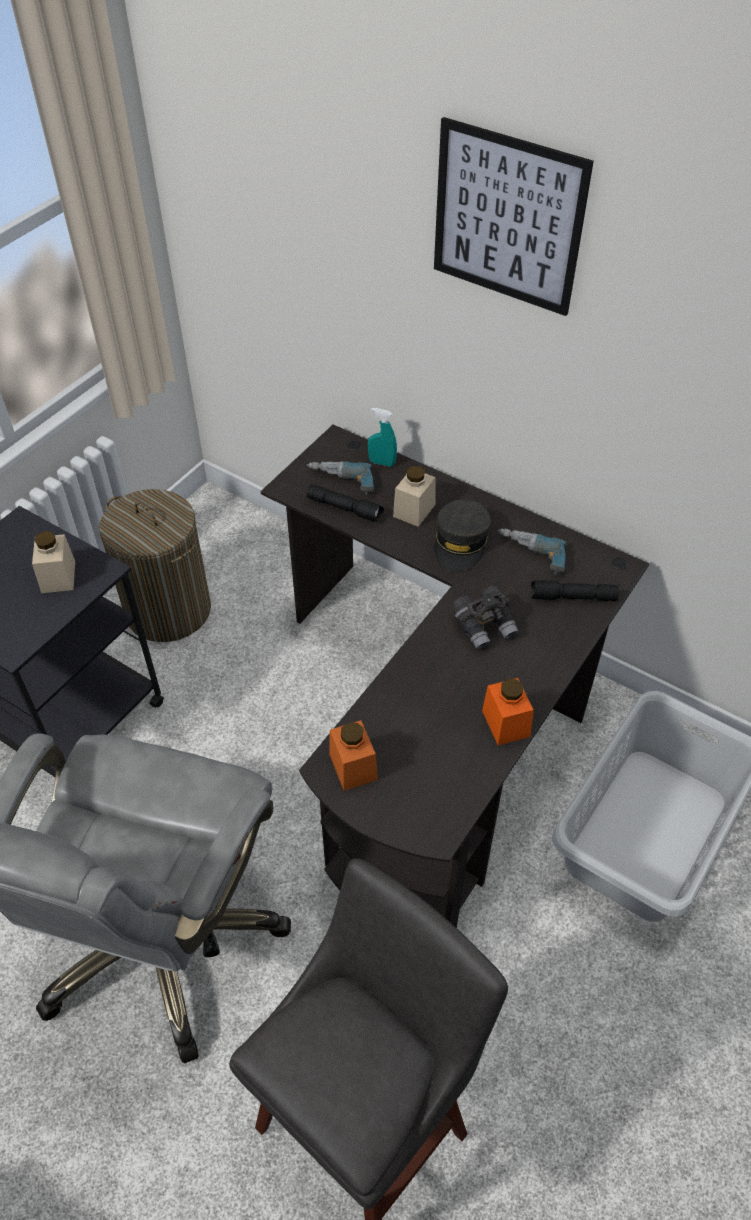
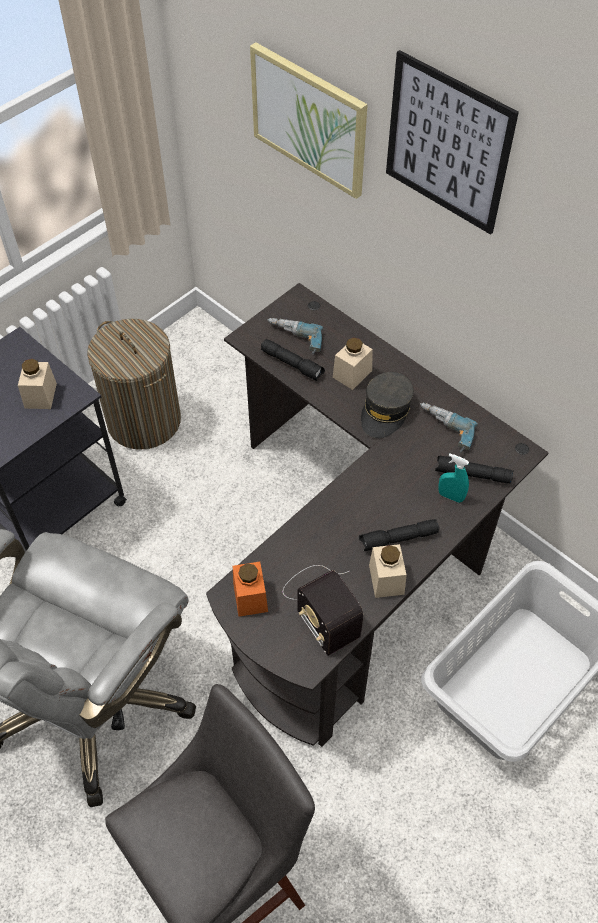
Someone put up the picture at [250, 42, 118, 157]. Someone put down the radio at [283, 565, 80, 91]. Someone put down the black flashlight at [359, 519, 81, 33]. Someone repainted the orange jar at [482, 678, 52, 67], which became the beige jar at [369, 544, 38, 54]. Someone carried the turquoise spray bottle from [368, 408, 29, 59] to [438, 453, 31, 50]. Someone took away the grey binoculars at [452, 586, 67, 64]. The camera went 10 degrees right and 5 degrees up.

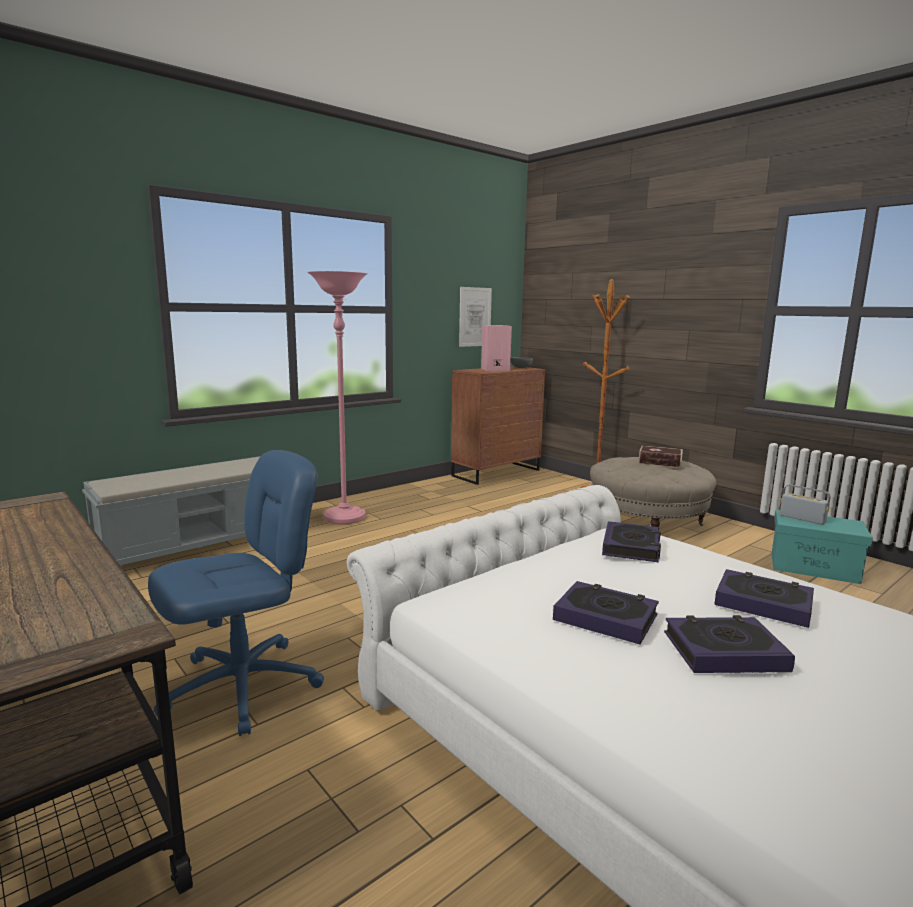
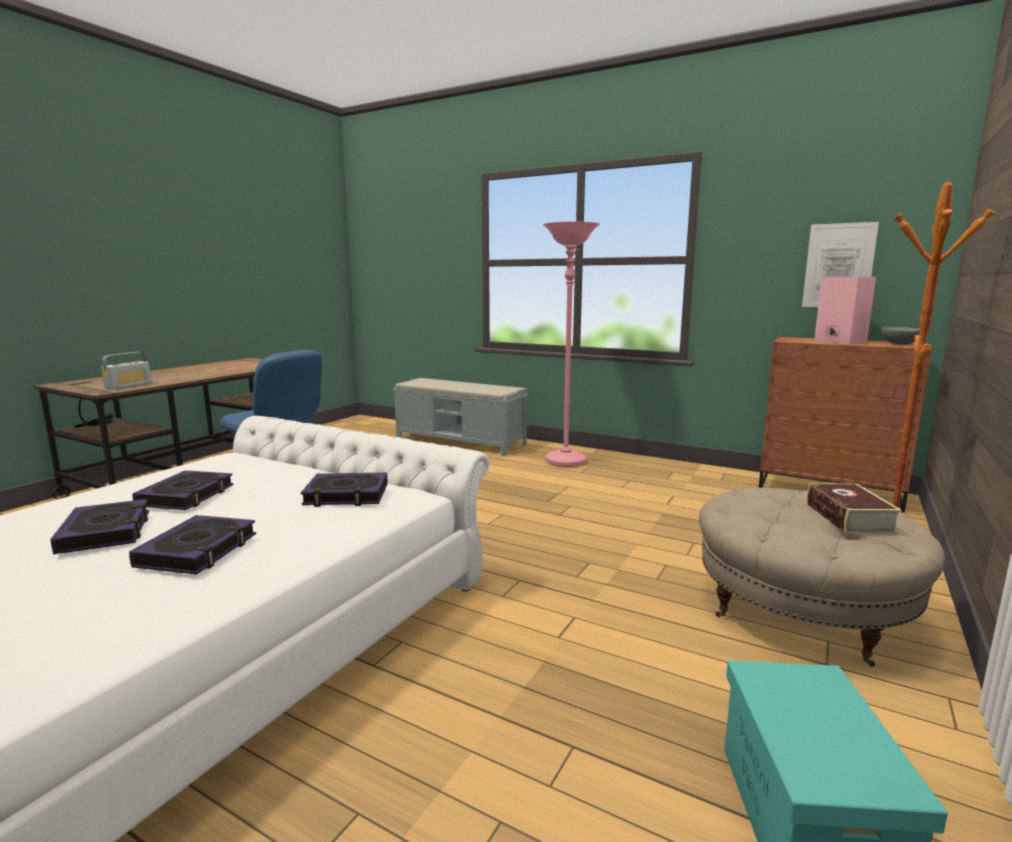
Someone carried the radio from [780, 484, 50, 41] to [101, 352, 50, 38]. The camera went 70 degrees right and 0 degrees up.

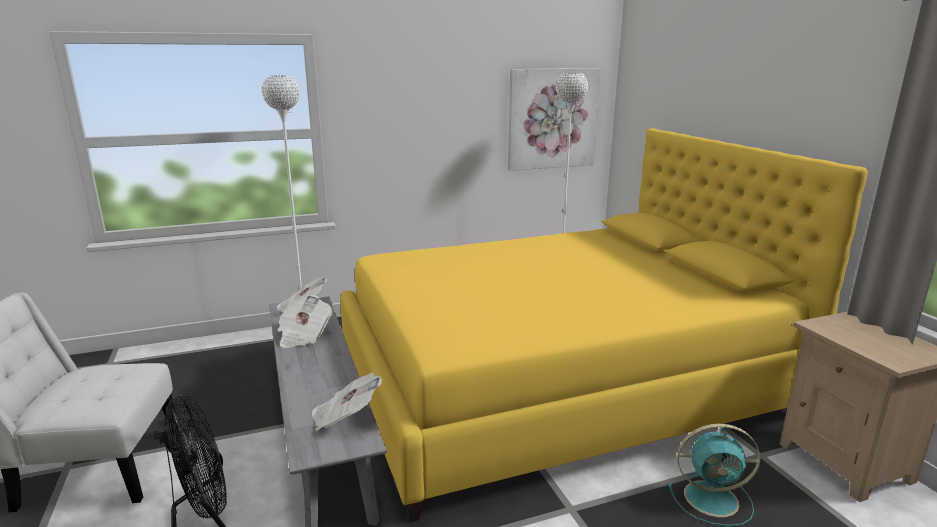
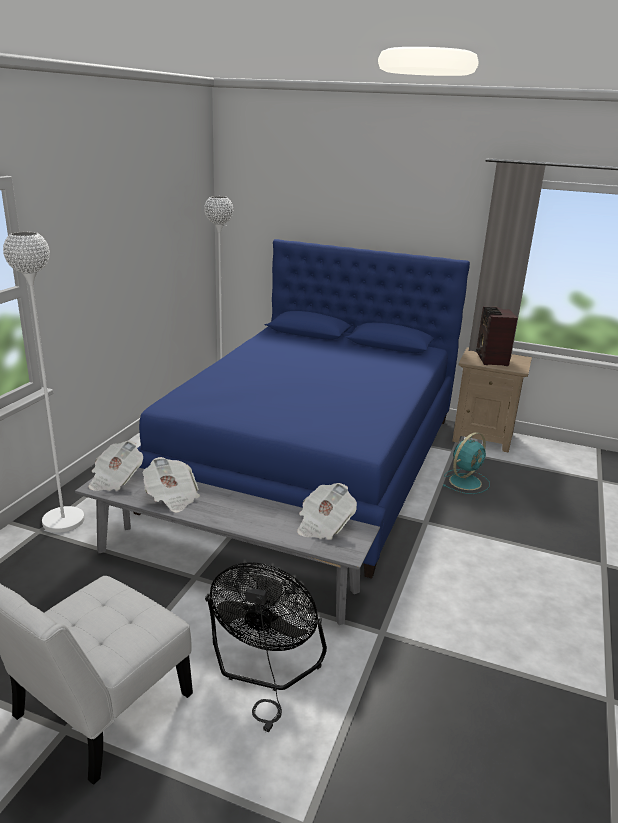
Someone repainted the yellow bed at [340, 128, 528, 394], which became the blue bed at [133, 239, 337, 339]. Someone put down the radio at [476, 306, 41, 60]. Someone took away the picture at [508, 68, 93, 103]. The camera went 50 degrees left and 5 degrees up.

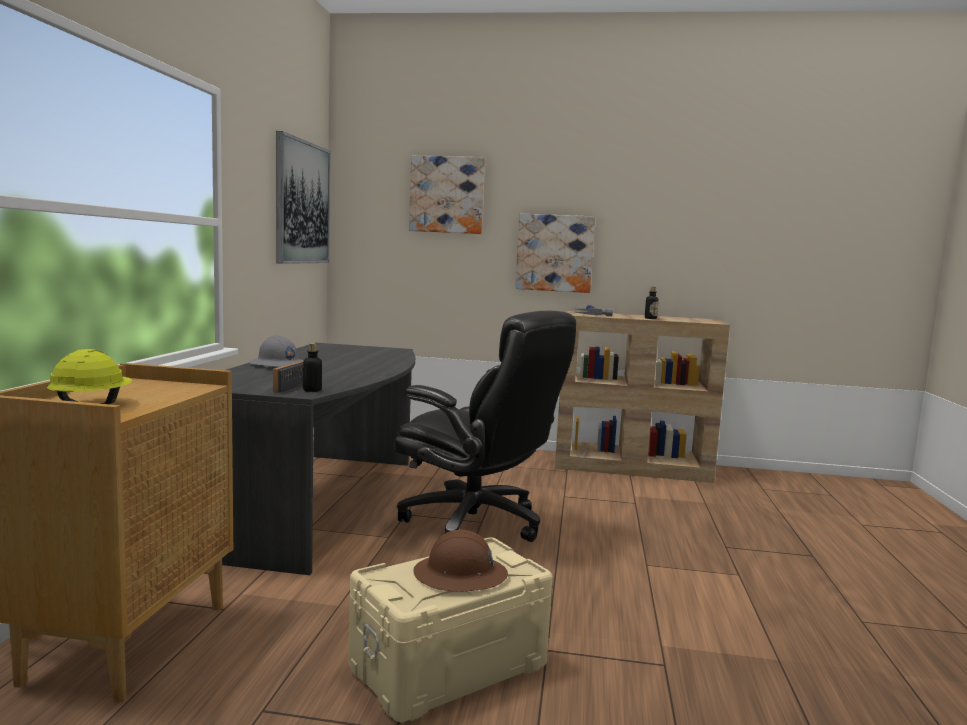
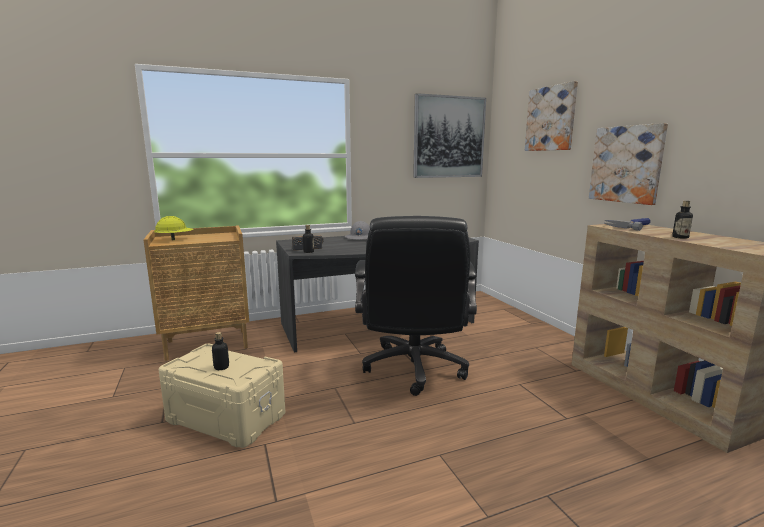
Someone swapped the brown hard hat at [414, 530, 94, 62] for the bottle at [212, 332, 17, 38]. The camera went 60 degrees right and 5 degrees up.

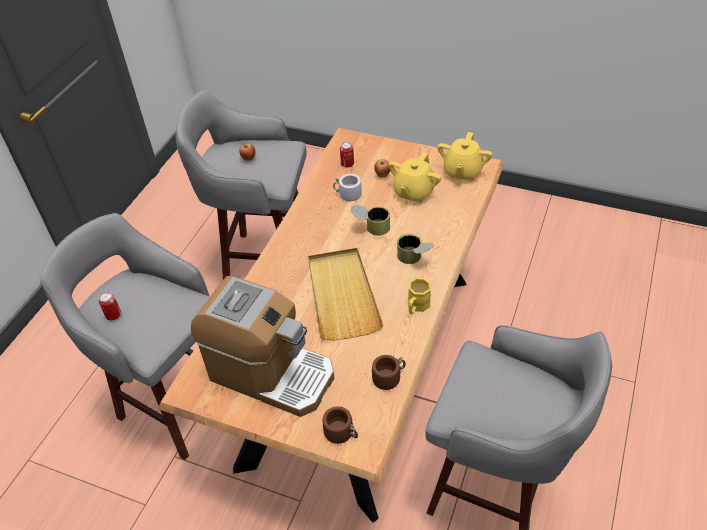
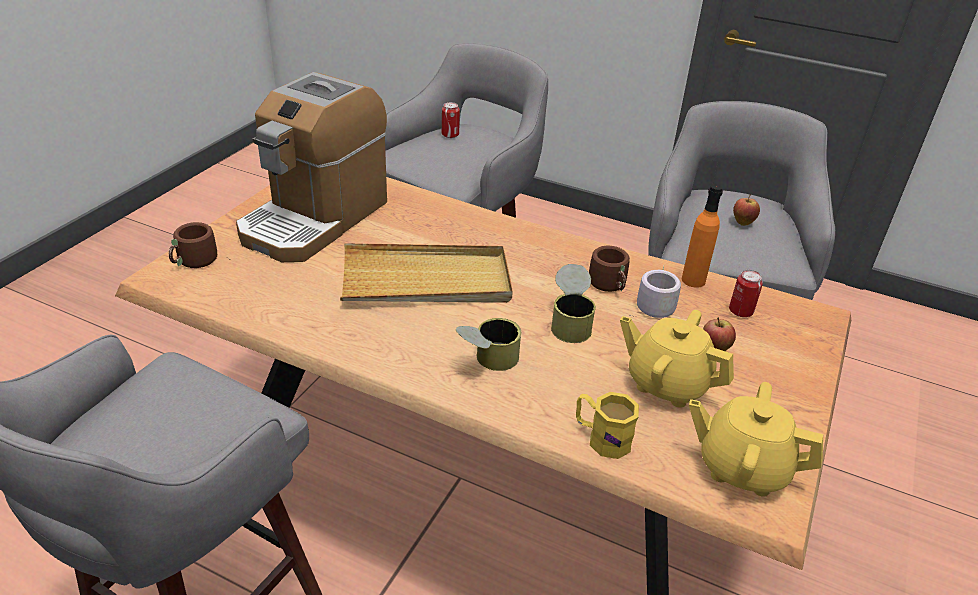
Someone carried the yellow mug from [408, 278, 23, 36] to [576, 392, 63, 67]. Someone carried the brown mug from [366, 355, 40, 35] to [589, 246, 41, 46]. Someone put down the orange bottle at [682, 184, 41, 104]. The camera went 90 degrees right and 10 degrees down.

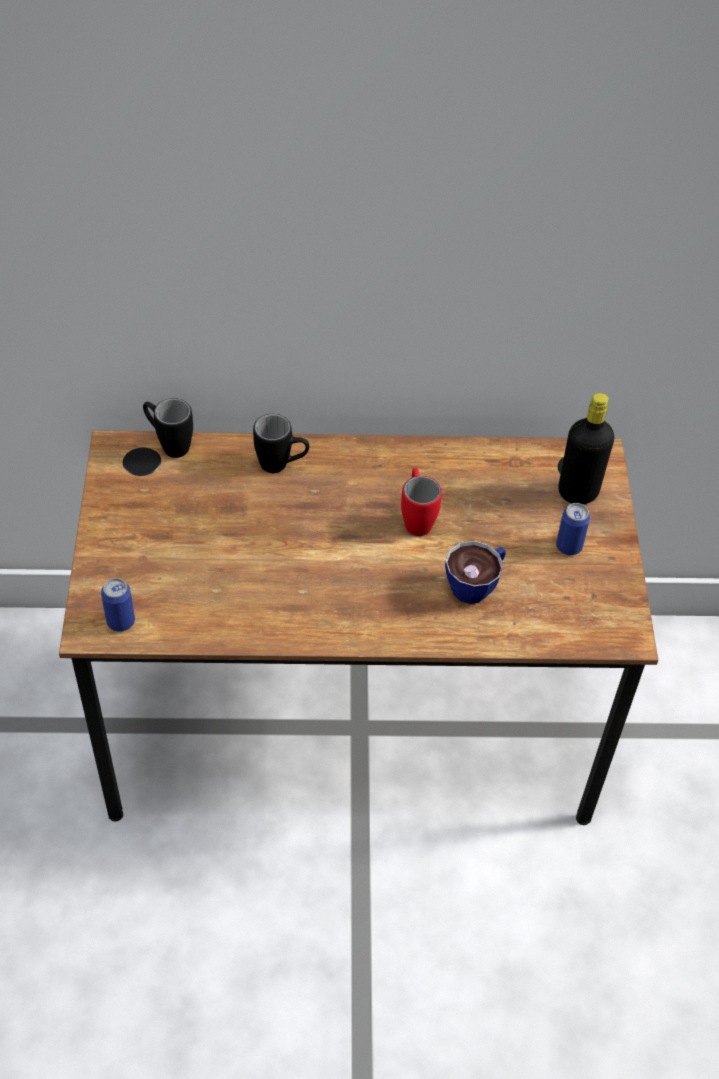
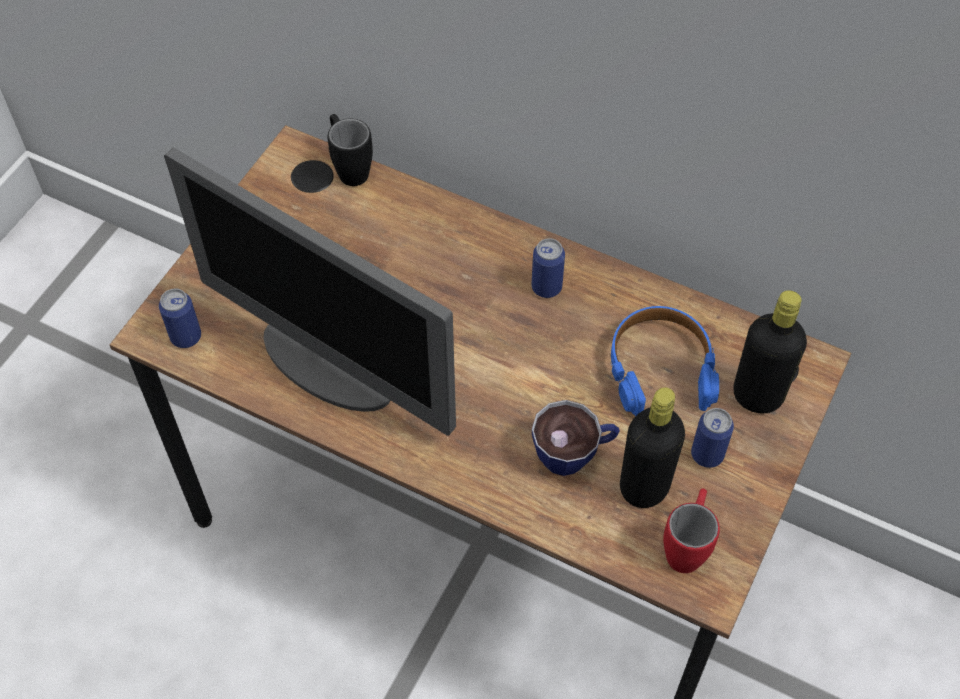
Someone put down the monitor at [164, 147, 292, 289]. Someone put down the can at [531, 238, 34, 60]. Someone put down the blue headphones at [611, 306, 108, 110]. Someone put down the black bottle at [620, 388, 65, 120]. Someone carried the red mug from [401, 468, 41, 68] to [663, 488, 57, 85]. Someone took away the black mug at [253, 414, 57, 59]. The camera went 30 degrees right and 5 degrees up.

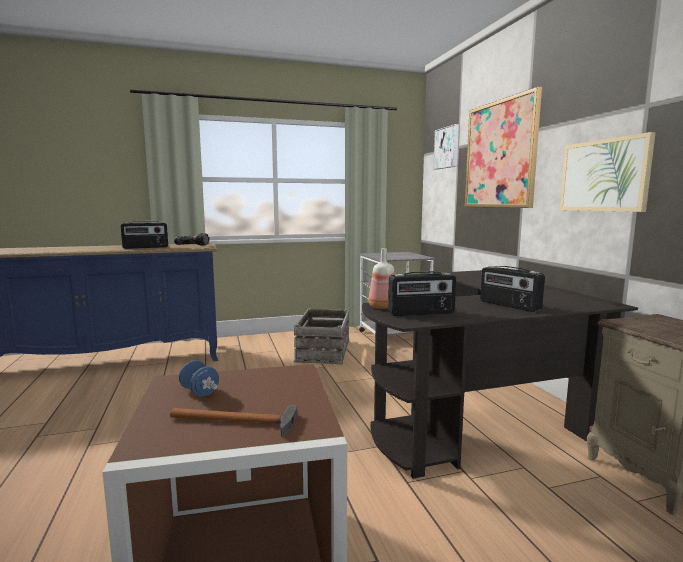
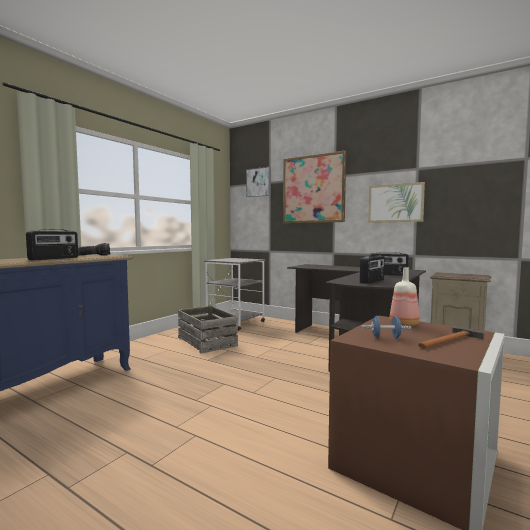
Someone carried the bottle from [369, 248, 26, 61] to [390, 267, 30, 59]. The camera went 40 degrees left and 5 degrees down.

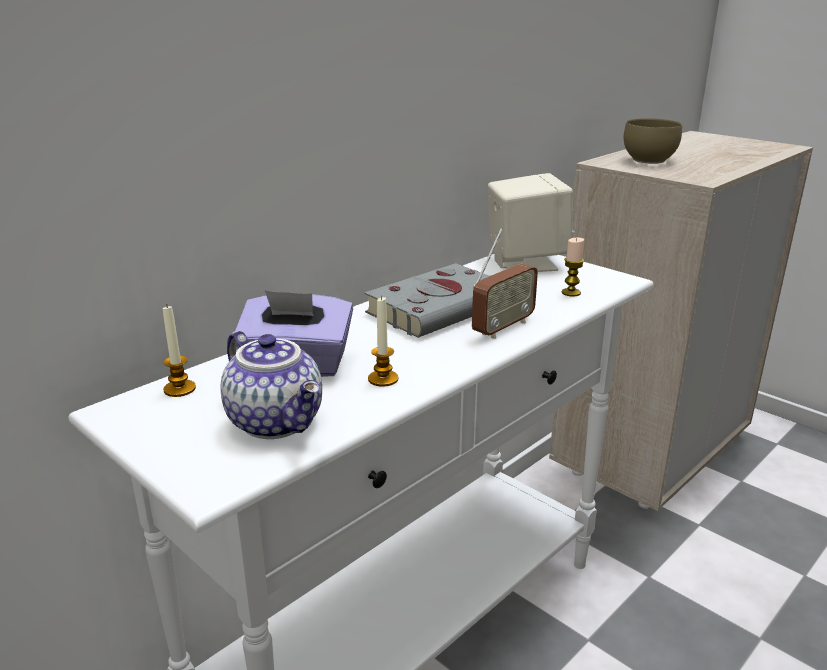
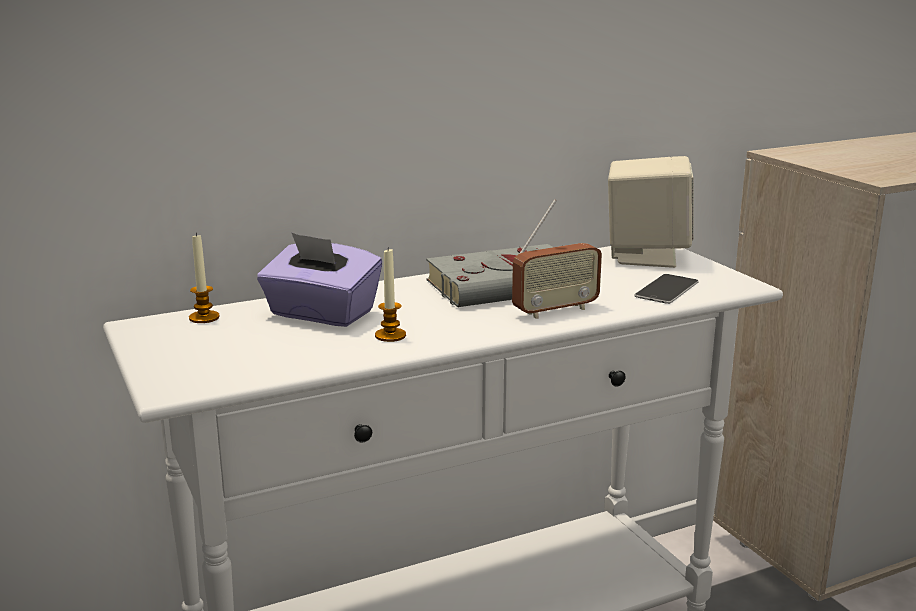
Someone swapped the candle at [562, 238, 22, 59] for the phone at [634, 274, 65, 30]. Someone took away the teapot at [220, 331, 102, 108]. Someone took away the brown bowl at [624, 118, 58, 46]. The camera went 20 degrees right and 5 degrees down.

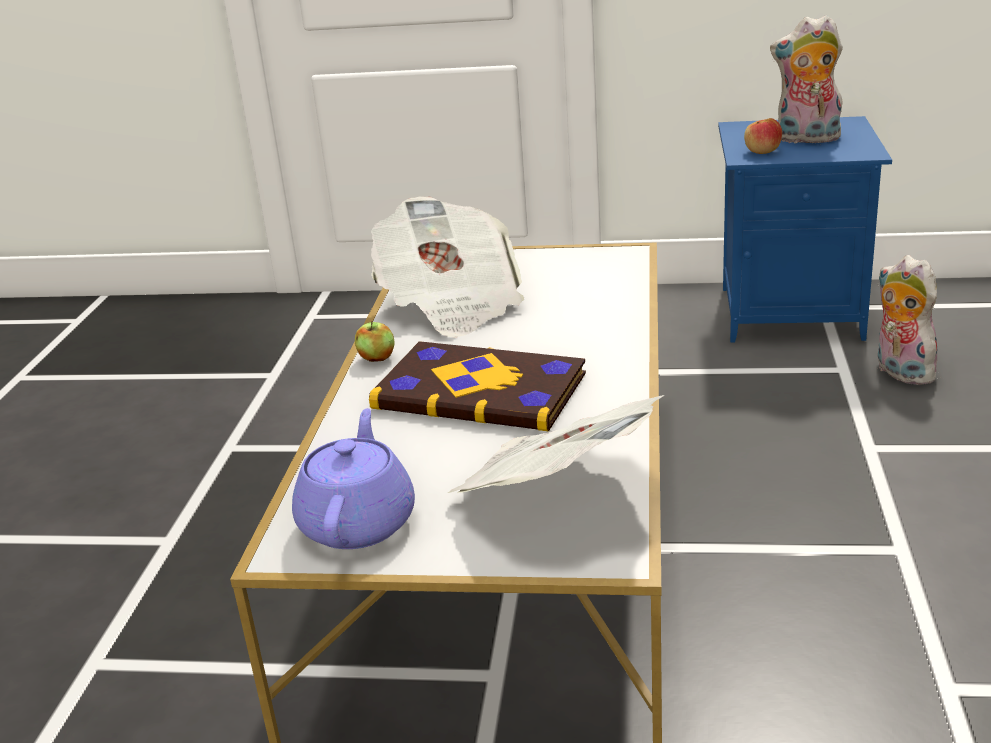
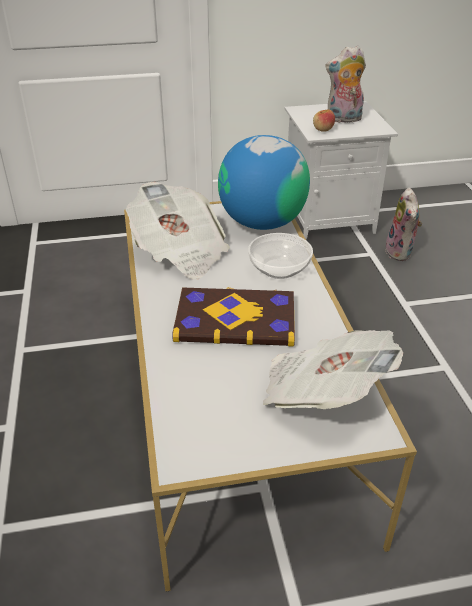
Someone put down the globe at [218, 135, 92, 95]. Someone put down the bowl at [248, 233, 65, 46]. Someone repainted the blue nightstand at [718, 116, 174, 227], which became the grey nightstand at [284, 101, 114, 139]. Someone rotated the plush toy at [877, 255, 61, 130] by 135 degrees counterclockwise. Someone took away the purple teapot at [292, 408, 123, 141]. Someone took away the apple at [355, 321, 40, 41]. The camera went 20 degrees left and 10 degrees up.

